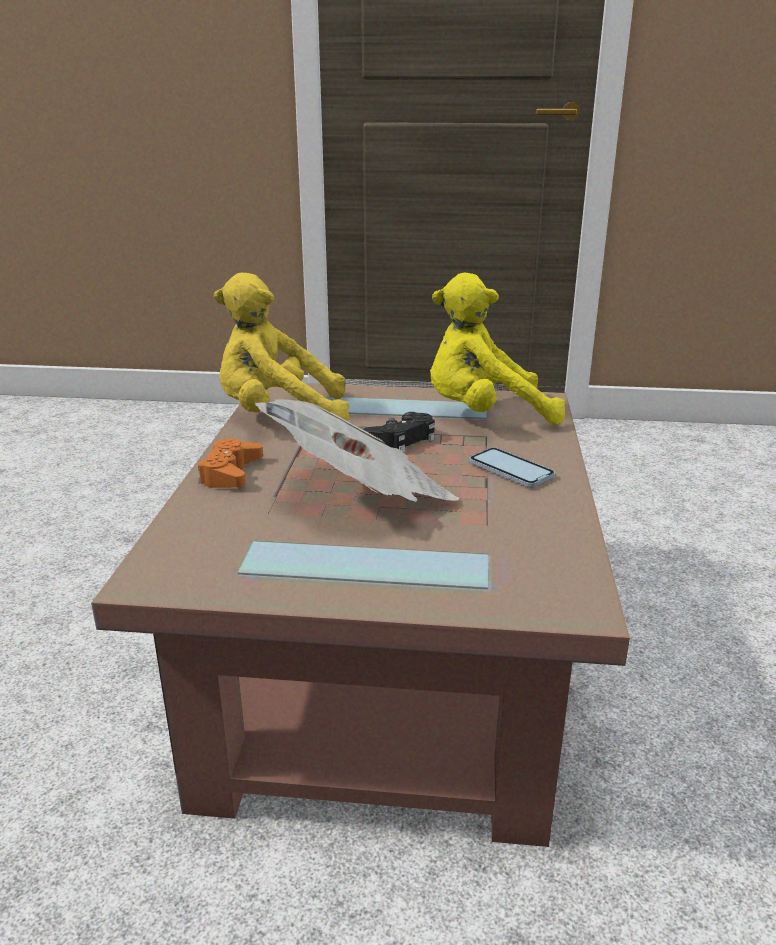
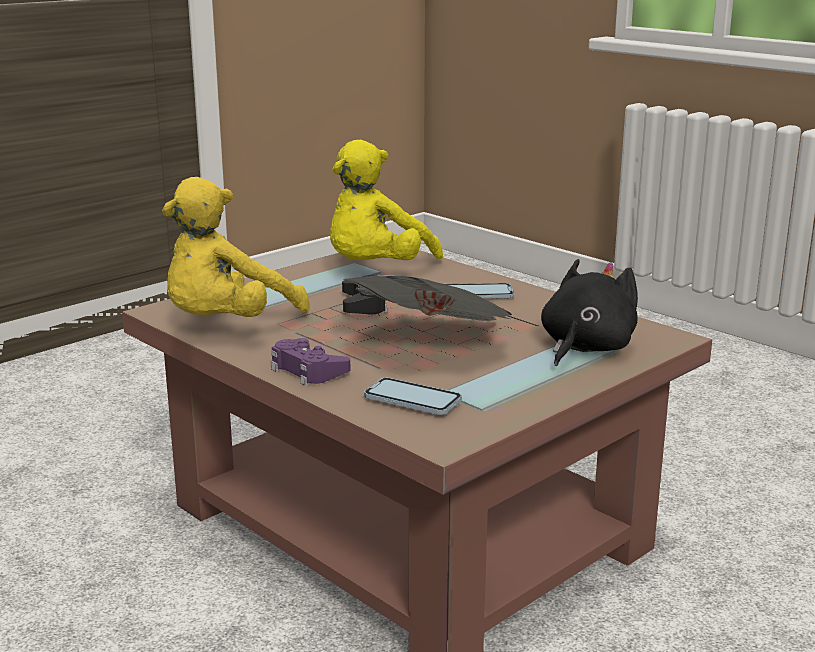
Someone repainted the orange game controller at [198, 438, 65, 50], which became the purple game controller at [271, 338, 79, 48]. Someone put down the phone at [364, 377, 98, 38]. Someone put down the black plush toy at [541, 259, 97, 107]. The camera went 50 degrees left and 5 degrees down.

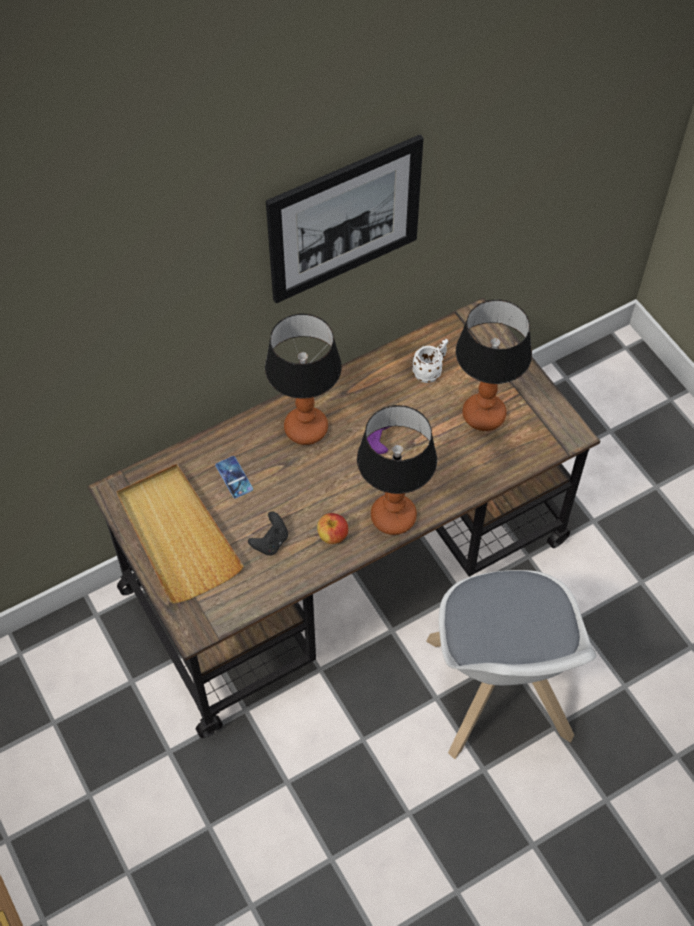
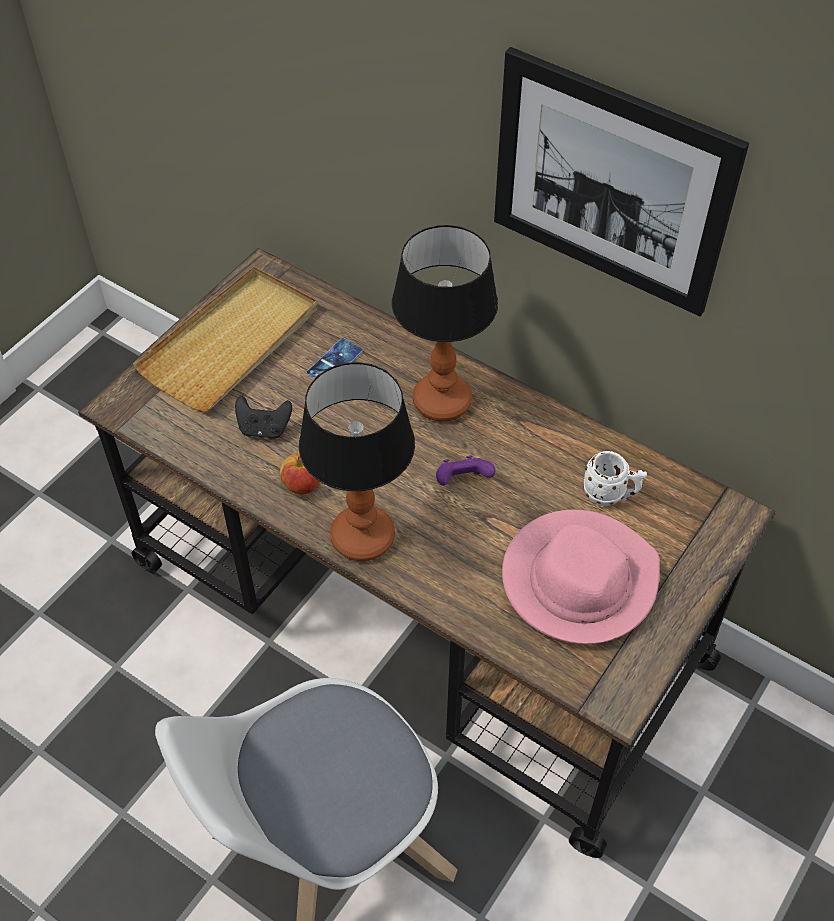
Someone swapped the table lamp at [456, 299, 76, 132] for the pink hat at [502, 510, 158, 134]. The camera went 65 degrees right and 5 degrees down.

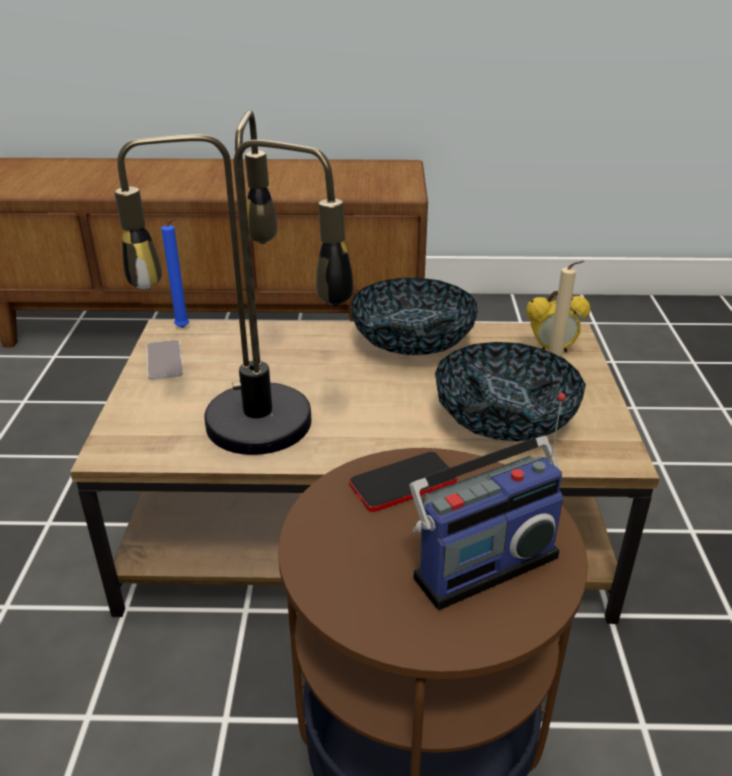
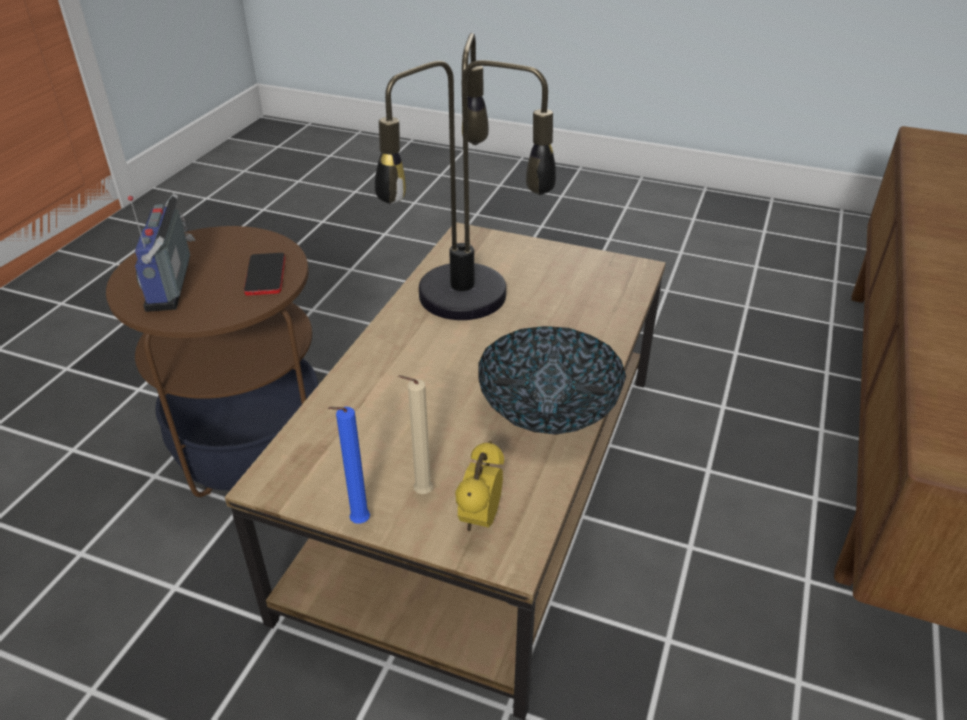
Someone carried the blue candle from [161, 217, 28, 111] to [328, 406, 42, 118]. Someone took away the phone at [147, 340, 36, 40]. Someone took away the bowl at [435, 342, 151, 100]. The camera went 110 degrees right and 5 degrees up.

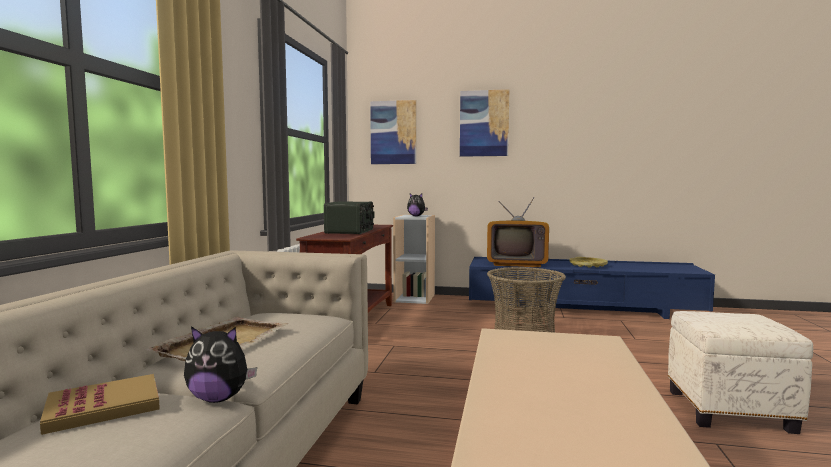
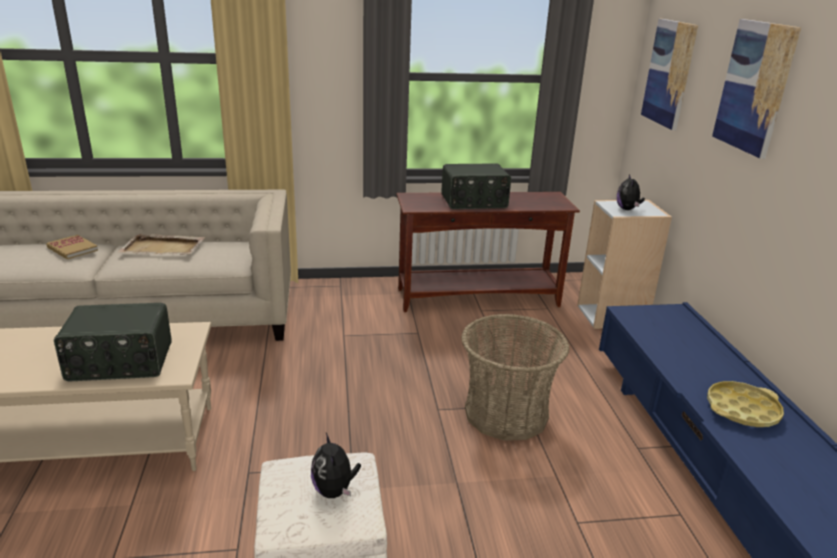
Someone put down the radio at [54, 303, 118, 78]. Someone carried the plush toy from [184, 327, 73, 76] to [311, 433, 50, 65]. Someone took away the television at [487, 197, 62, 70]. The camera went 70 degrees right and 20 degrees up.

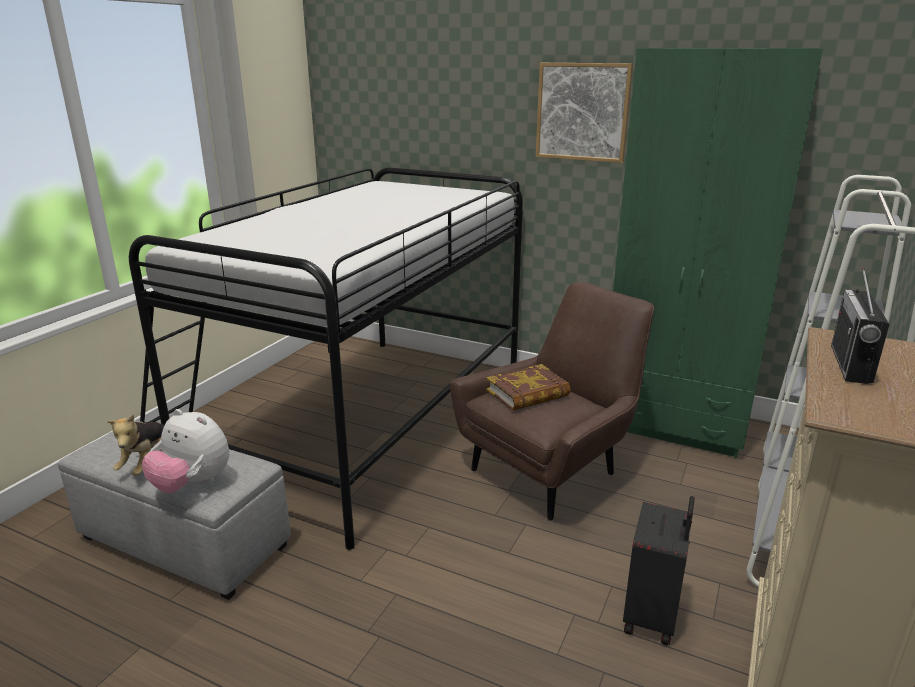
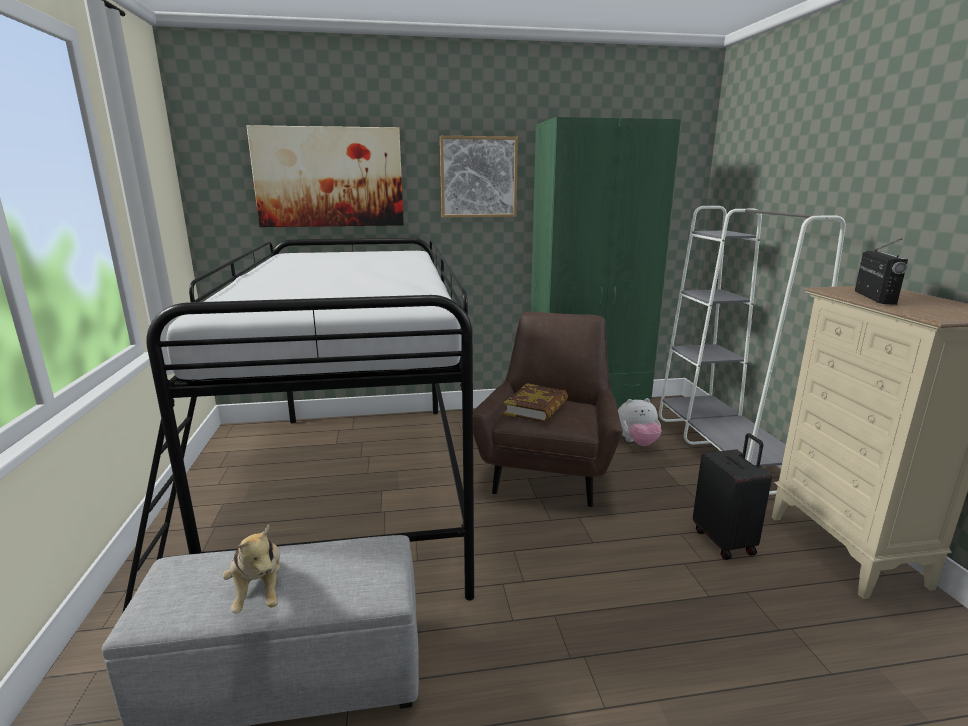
Someone put up the picture at [246, 125, 158, 102]. Someone carried the plush toy from [142, 409, 87, 84] to [618, 398, 44, 48]. Someone rotated the radio at [831, 267, 59, 117] by 150 degrees counterclockwise. The camera went 35 degrees left and 5 degrees down.

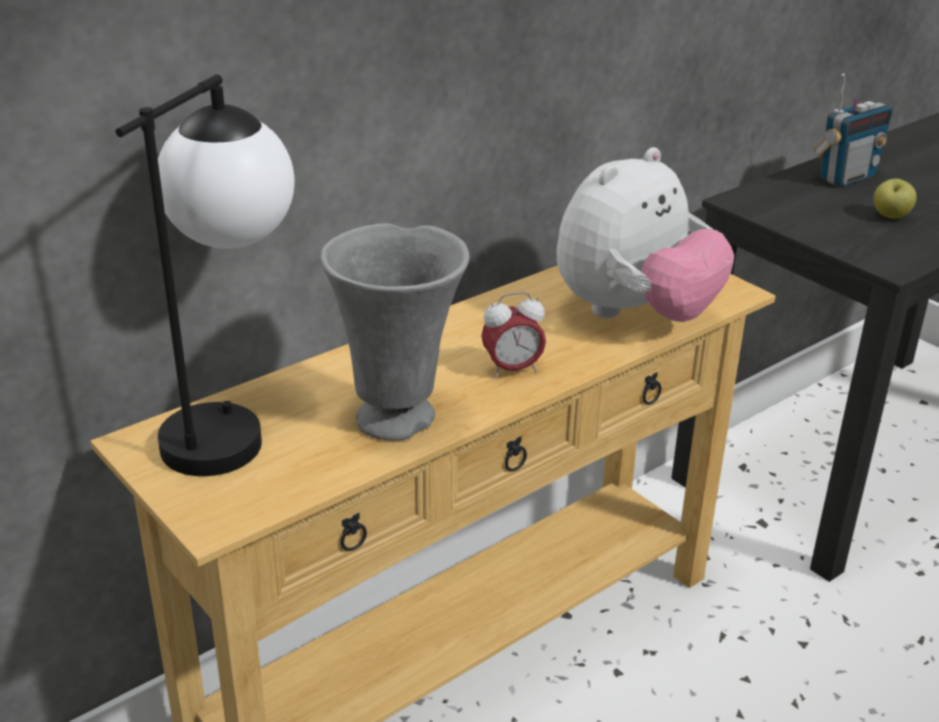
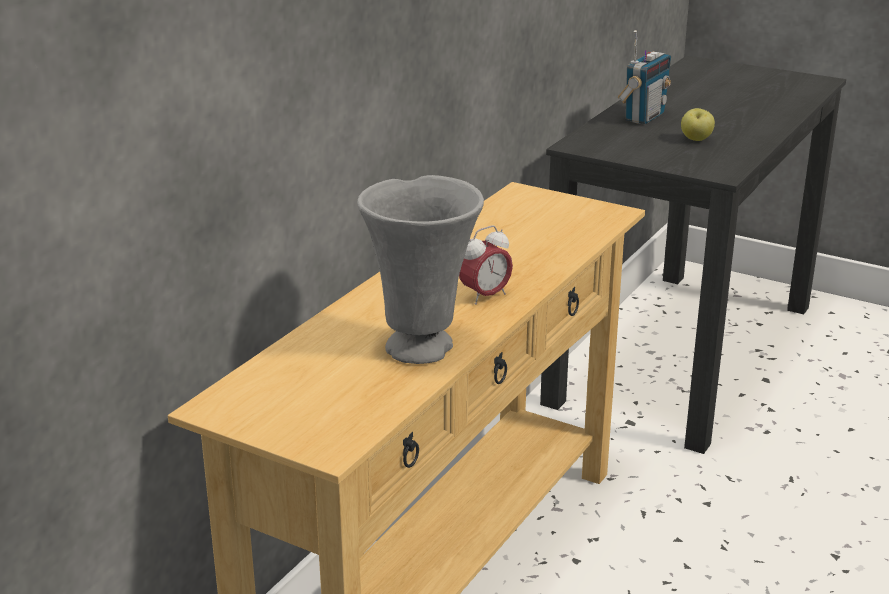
Someone took away the table lamp at [115, 74, 180, 402]. Someone took away the plush toy at [556, 147, 178, 175]. The camera went 20 degrees left and 5 degrees down.

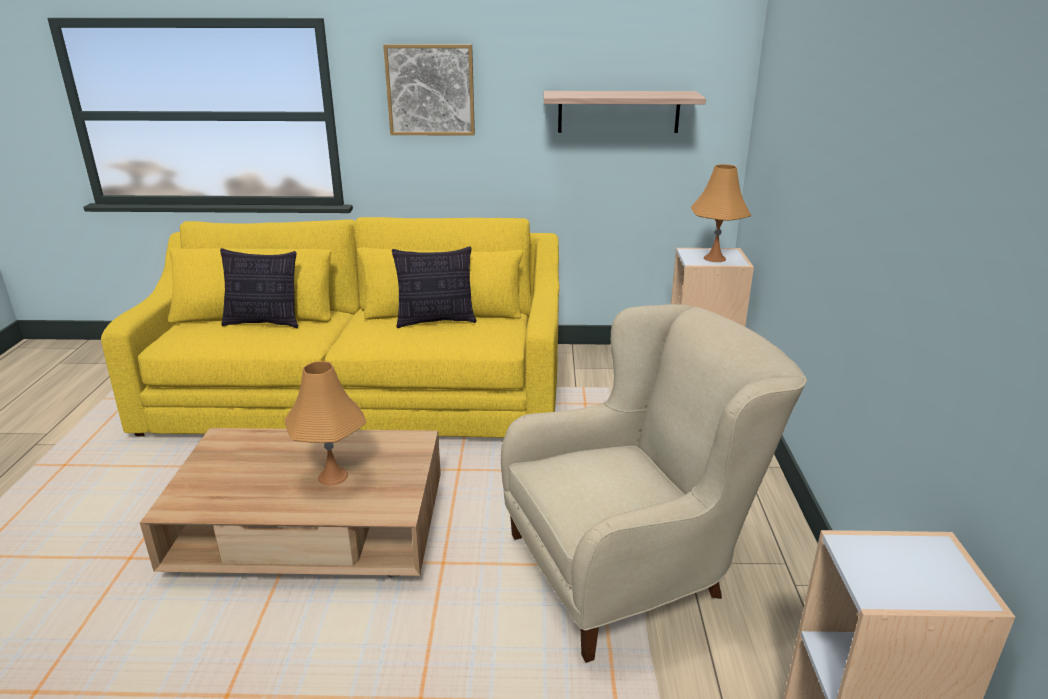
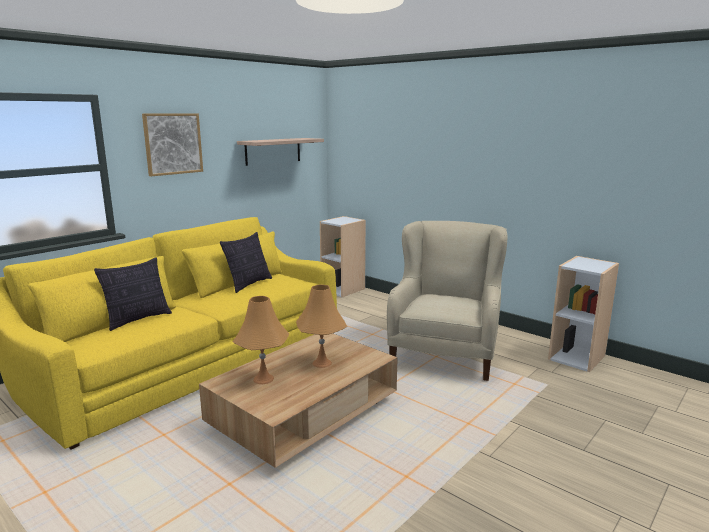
Someone carried the orange table lamp from [691, 164, 60, 98] to [233, 296, 56, 88]. The camera went 50 degrees left and 10 degrees down.

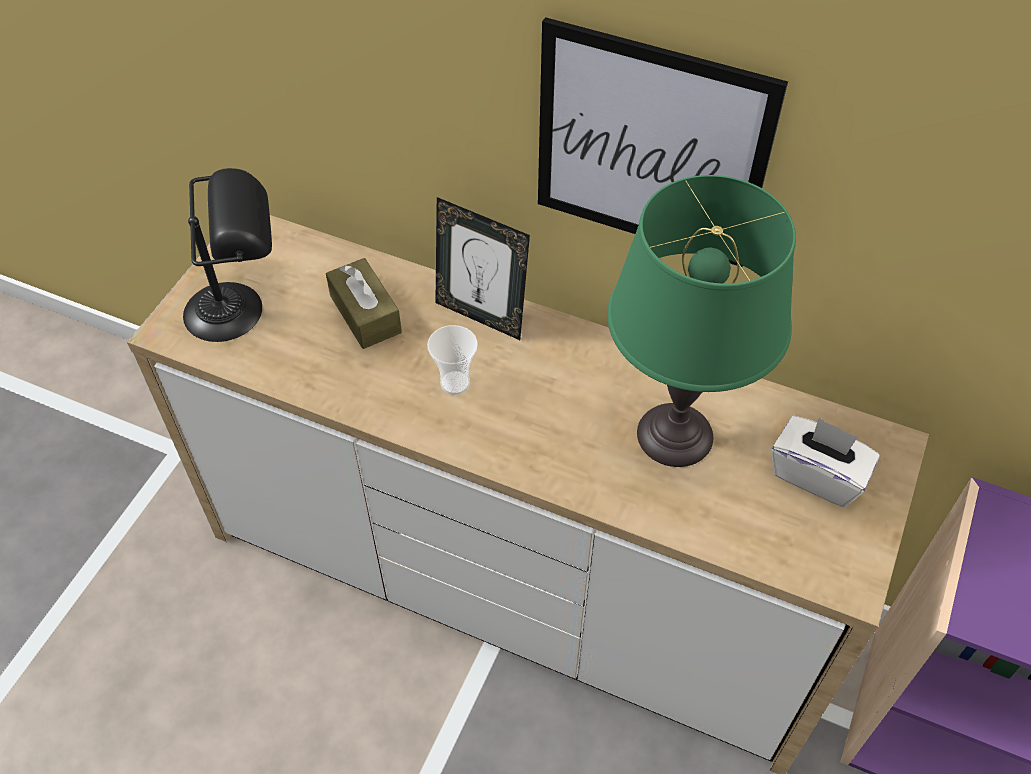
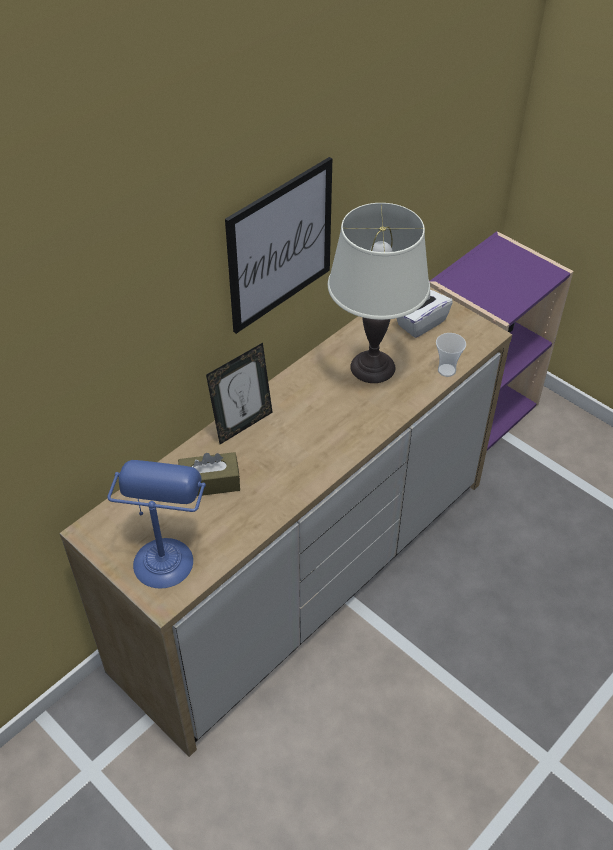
Someone repainted the black table lamp at [183, 168, 89, 174], which became the blue table lamp at [107, 460, 99, 129]. Someone repainted the green table lamp at [607, 175, 189, 292], which became the white table lamp at [328, 203, 102, 180]. Someone carried the cup from [427, 325, 51, 70] to [436, 333, 30, 44]. The camera went 70 degrees left and 5 degrees down.

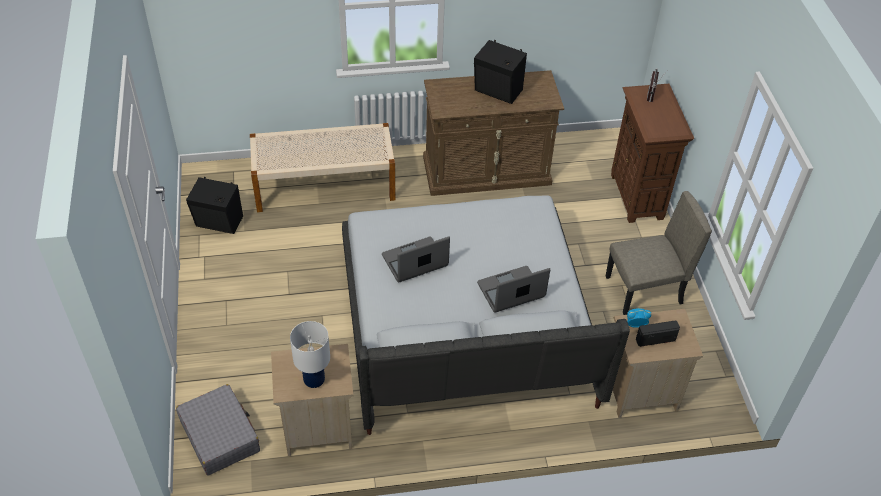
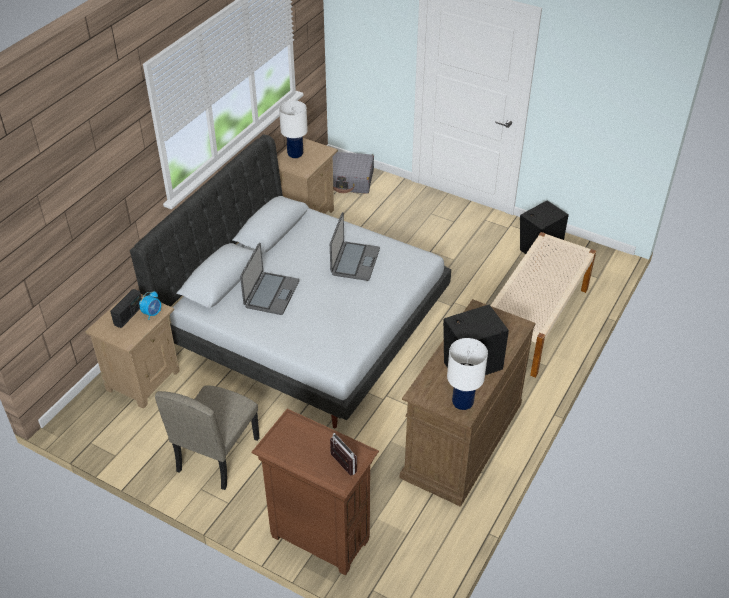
Someone put down the white table lamp at [447, 338, 41, 72]. The camera went 130 degrees right and 5 degrees down.

